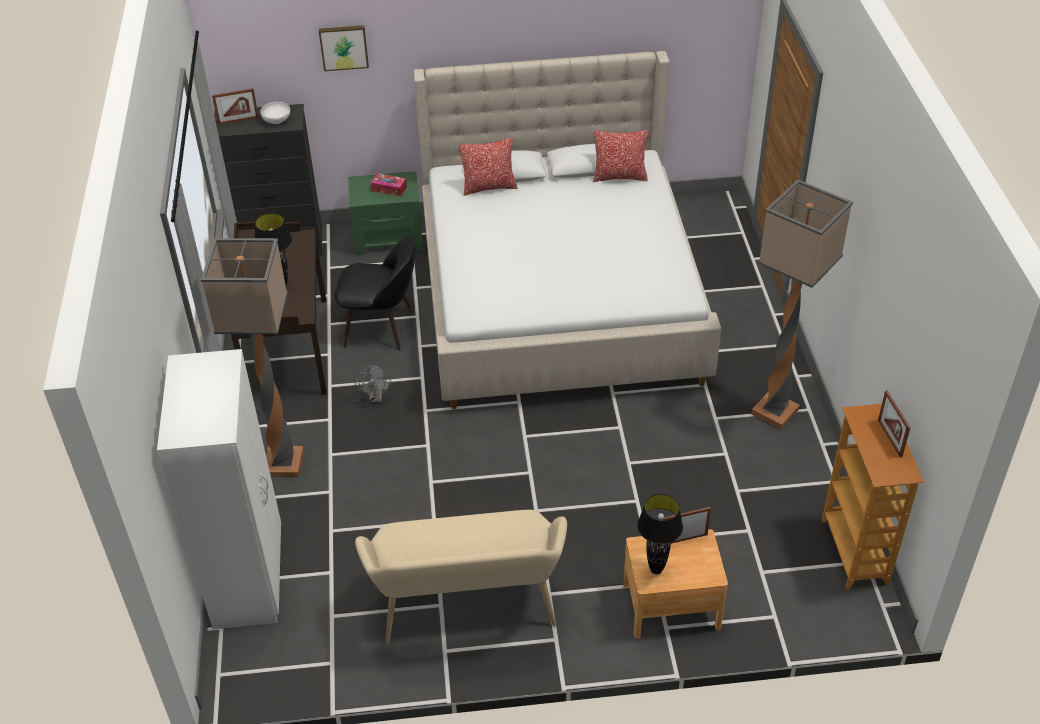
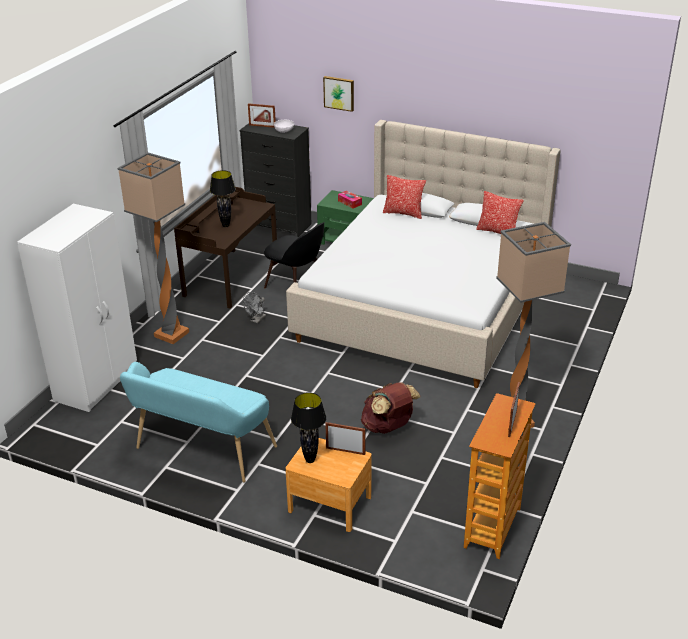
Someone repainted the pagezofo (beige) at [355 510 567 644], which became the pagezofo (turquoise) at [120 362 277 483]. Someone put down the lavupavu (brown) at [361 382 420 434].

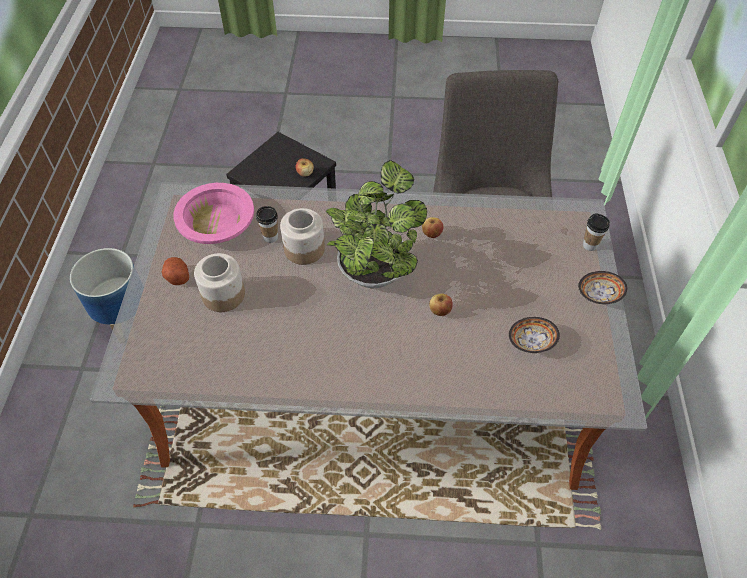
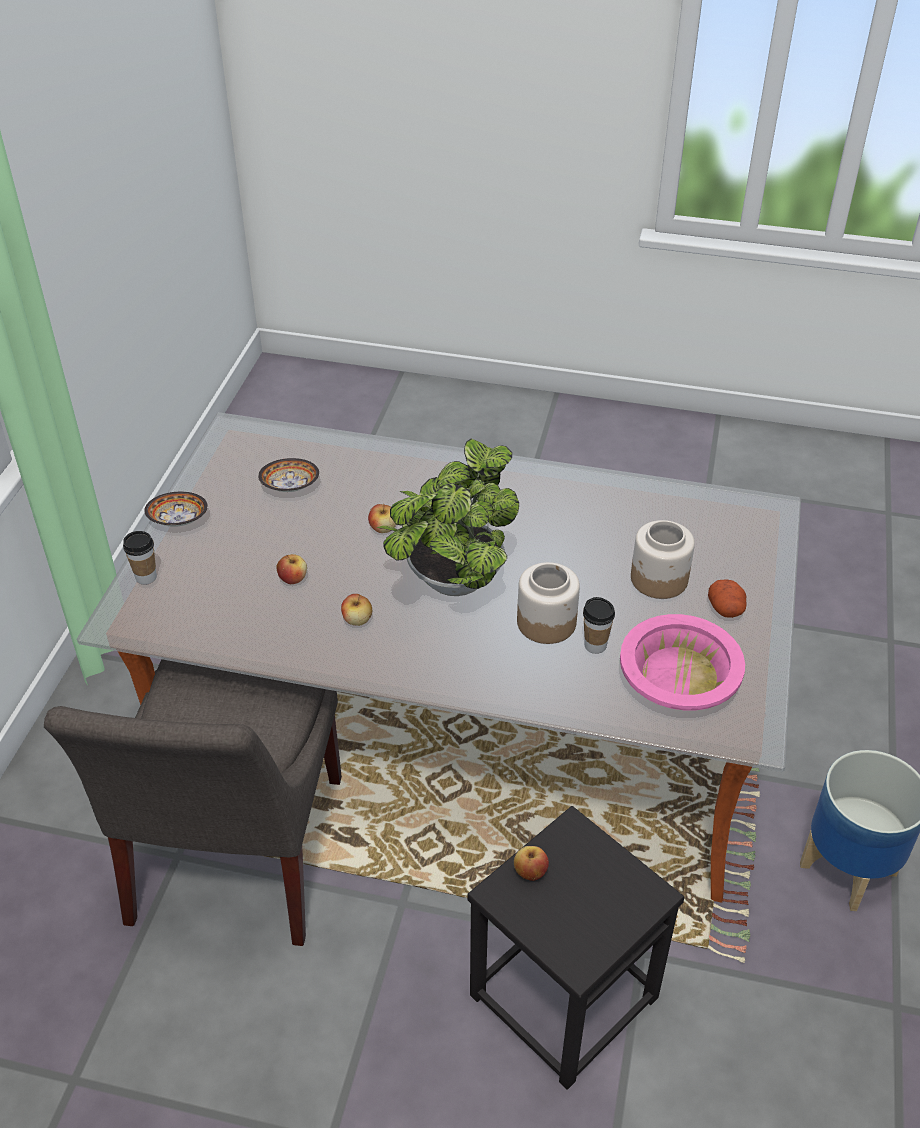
Someone put down the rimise at [276 554 307 584].

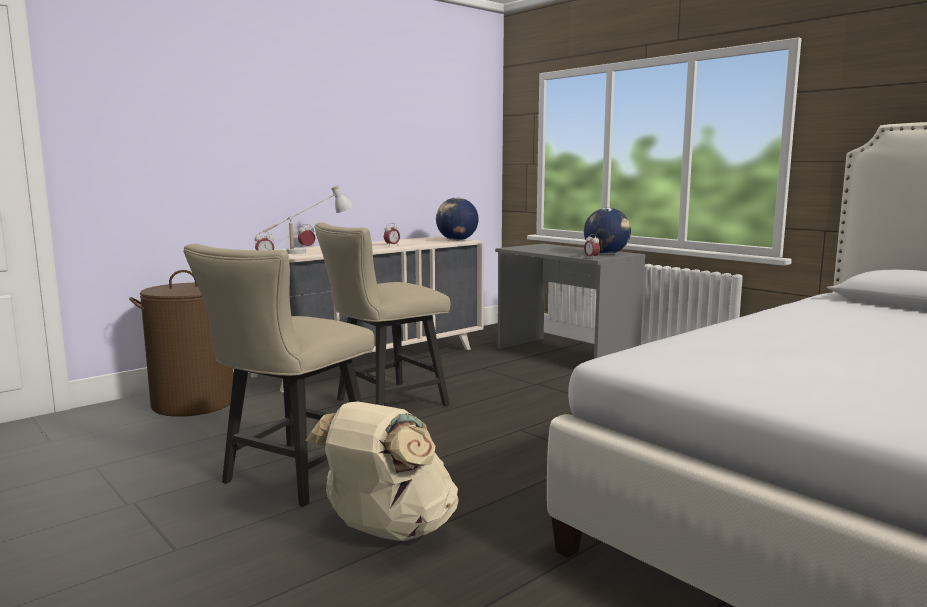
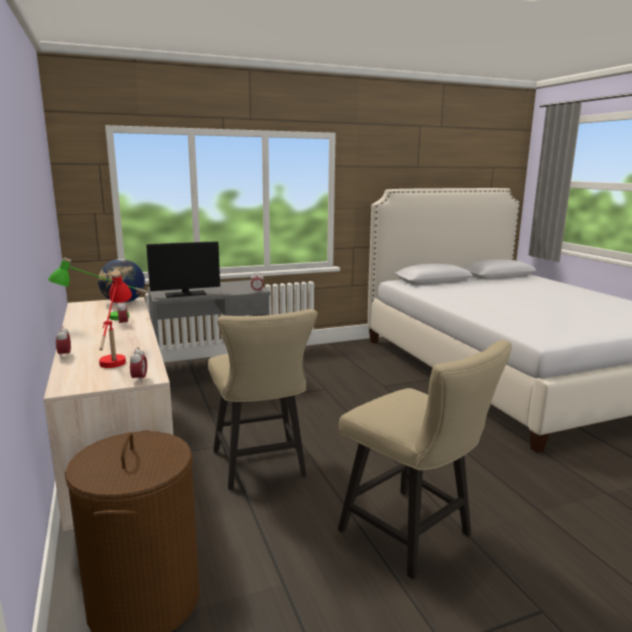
Someone repainted the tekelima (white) at [263 185 353 254], which became the tekelima (red) at [99 270 132 368]. Someone took away the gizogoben at [584 208 631 254]. Someone took away the lavupavu (beige) at [305 402 459 541]. Someone put down the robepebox at [146 242 220 298]. Someone put down the tekelima (green) at [48 257 148 320].

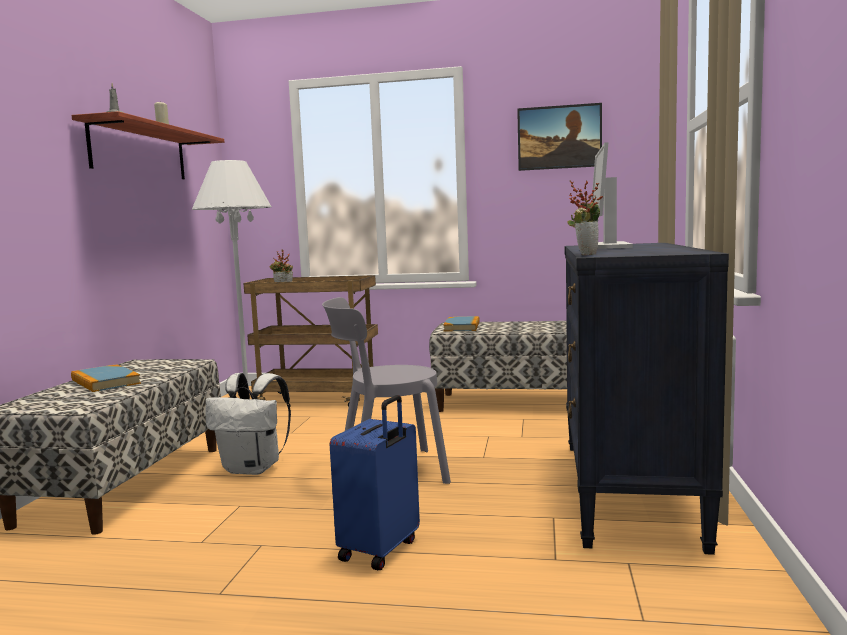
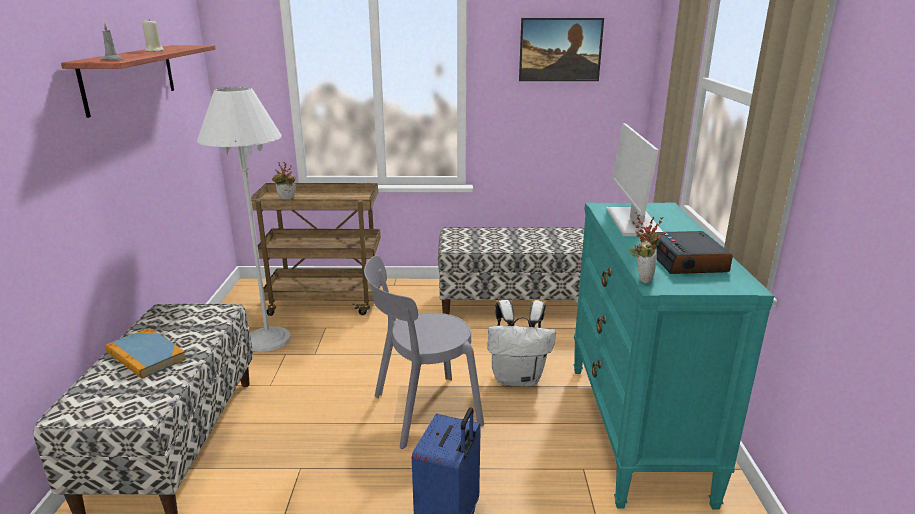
Someone repainted the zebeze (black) at [564 243 729 555], which became the zebeze (turquoise) at [573 202 774 510]. Someone took away the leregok at [443 316 480 332]. Someone carried the lavupavu (white) from [205 373 291 475] to [488 300 556 387]. Someone put down the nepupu at [656 231 733 274].

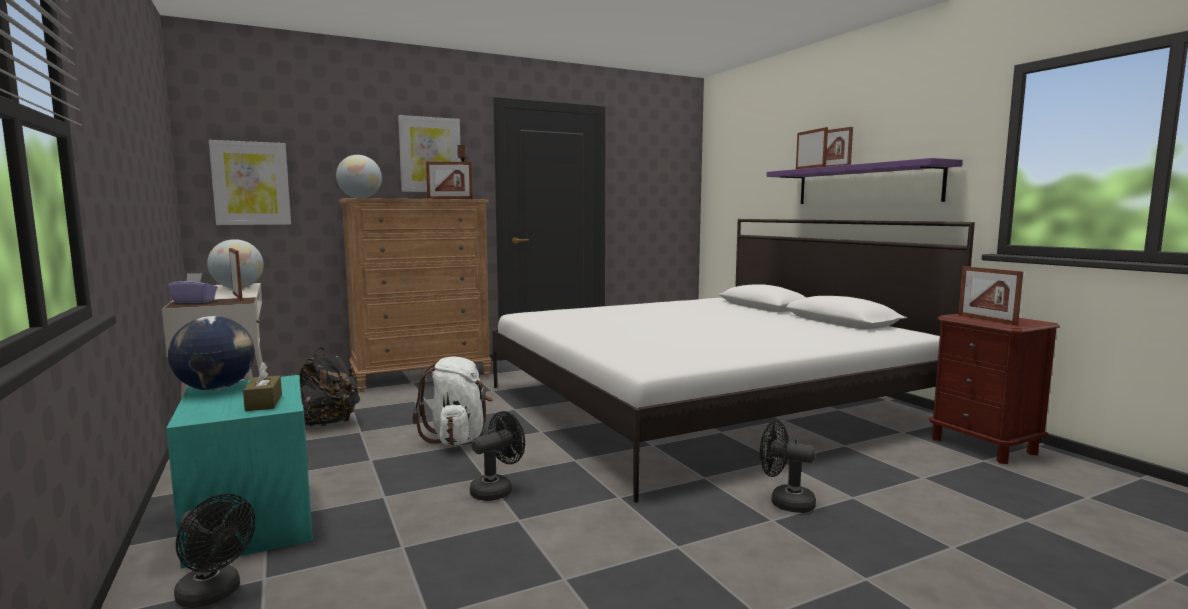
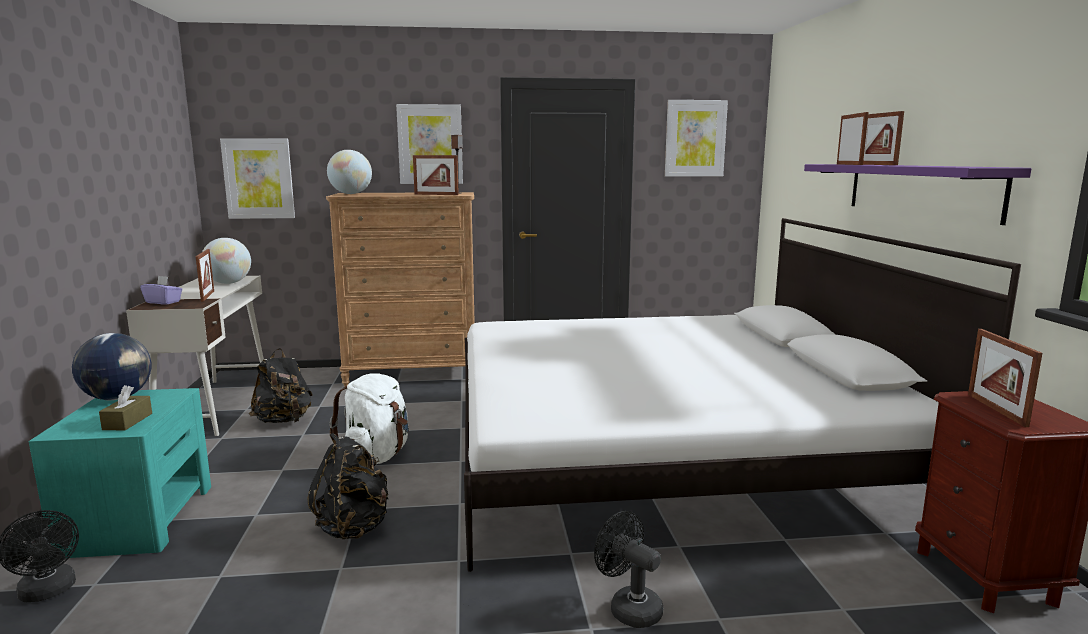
Someone swapped the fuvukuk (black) at [470 411 525 501] for the lavupavu (black) at [307 433 388 539]. Someone put up the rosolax at [665 100 728 177].

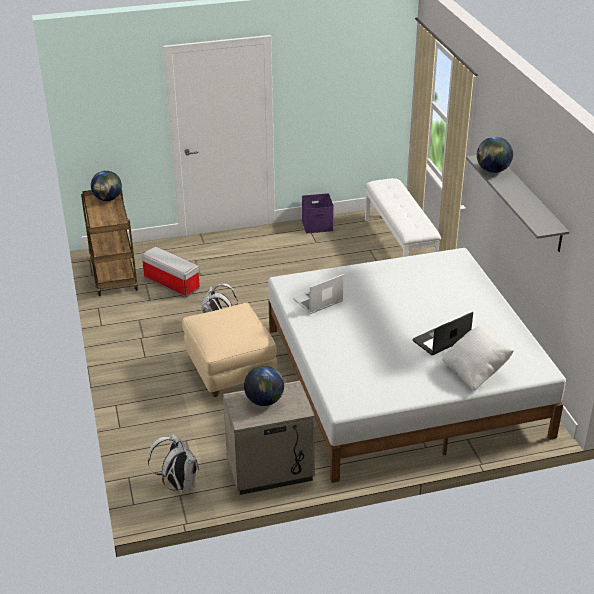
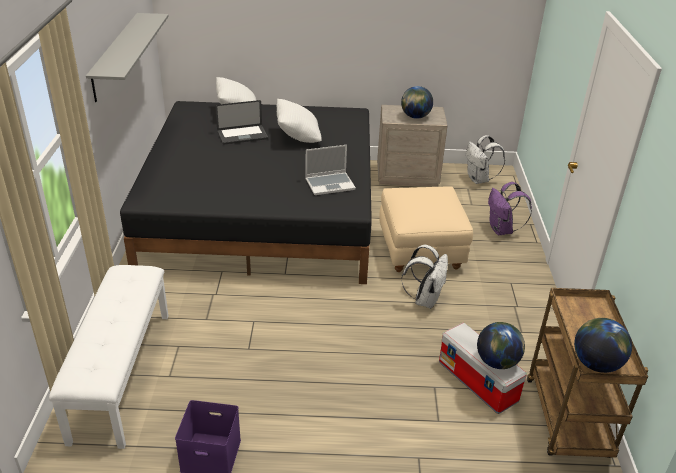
Someone carried the gizogoben from [477 137 513 173] to [477 322 525 369]. Someone repainted the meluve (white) at [268 248 566 483], which became the meluve (black) at [120 101 372 284]. Someone put down the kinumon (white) at [277 99 322 143]. Someone put down the lavupavu (purple) at [488 182 532 235].

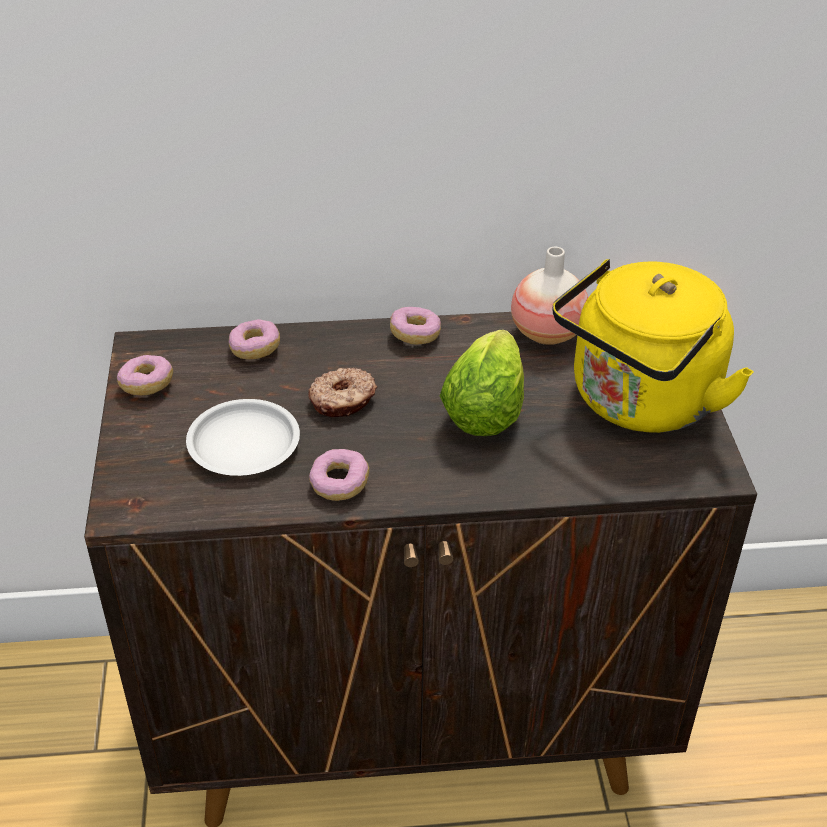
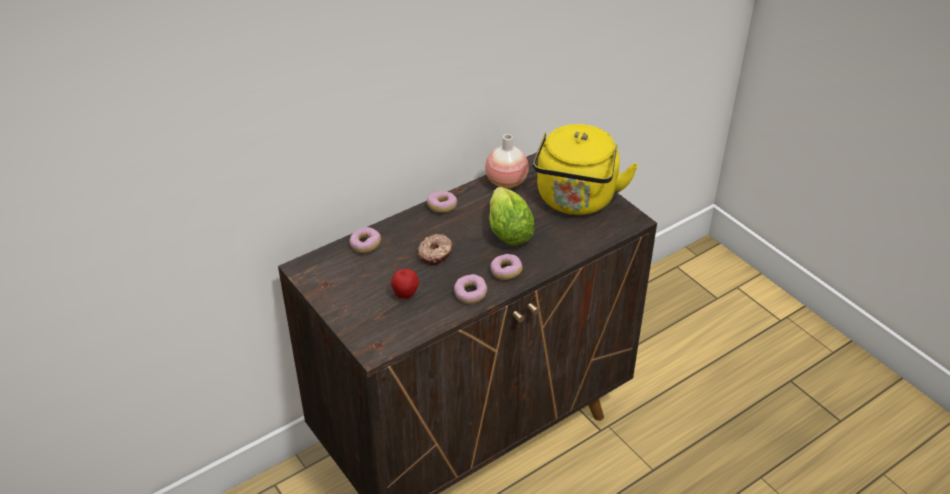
Someone carried the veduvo from [117 355 173 395] to [490 254 523 280]. Someone swapped the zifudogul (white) at [186 399 300 476] for the rimise at [391 269 419 299].

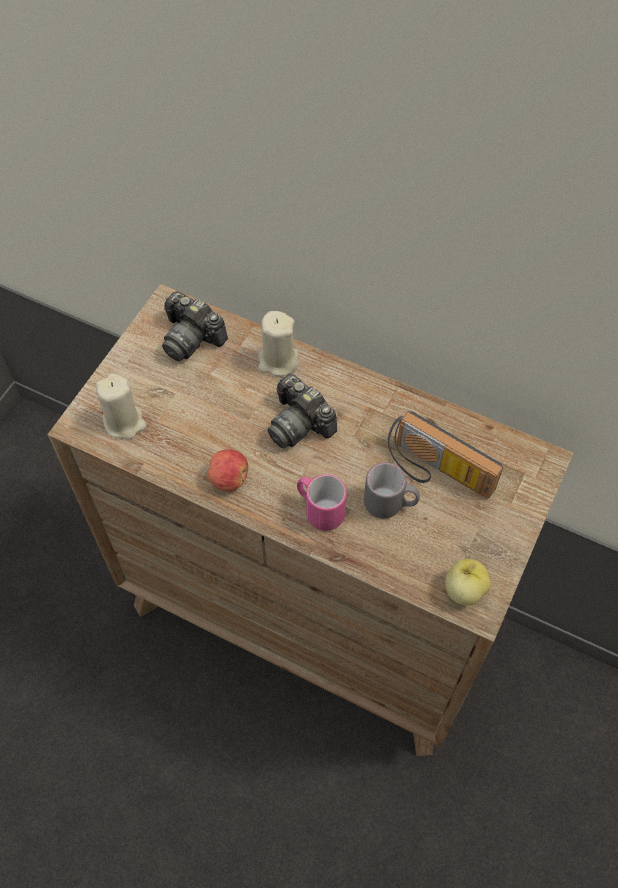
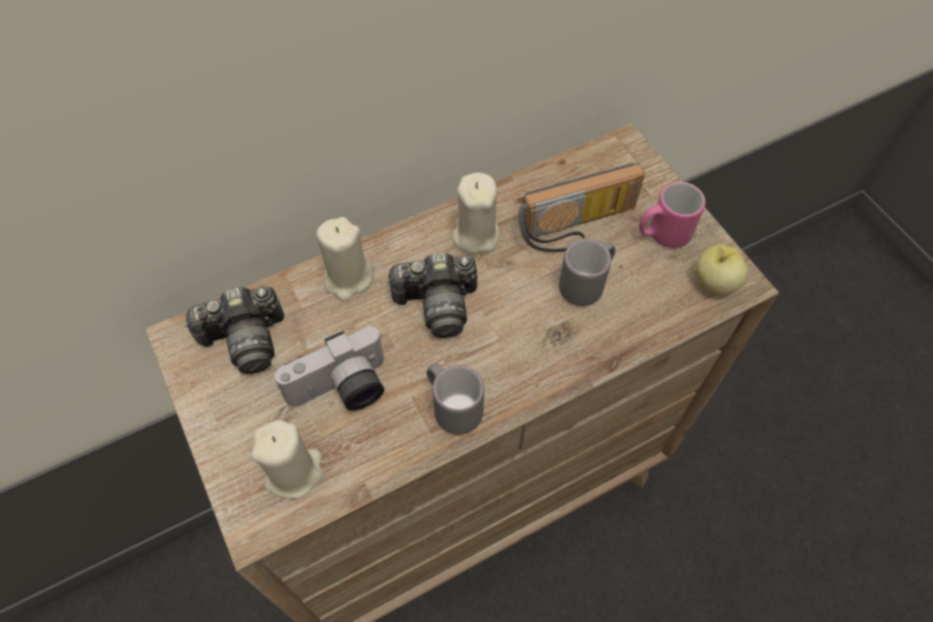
Someone swapped the rimise at [207 449 248 491] for the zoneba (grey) at [427 364 484 434]. Someone carried the zoneba (pink) from [297 474 347 531] to [639 182 705 248]. Someone put down the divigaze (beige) at [452 173 499 254]. Someone put down the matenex at [274 326 384 411].

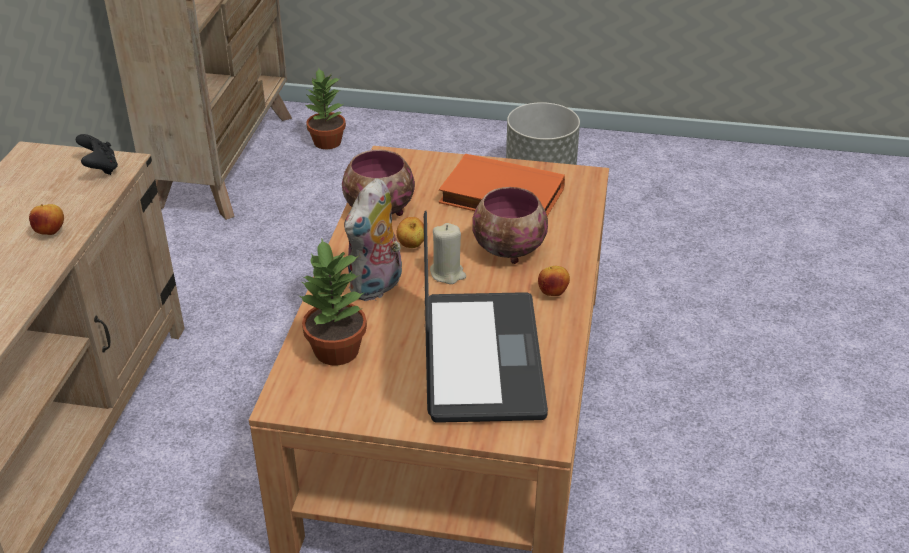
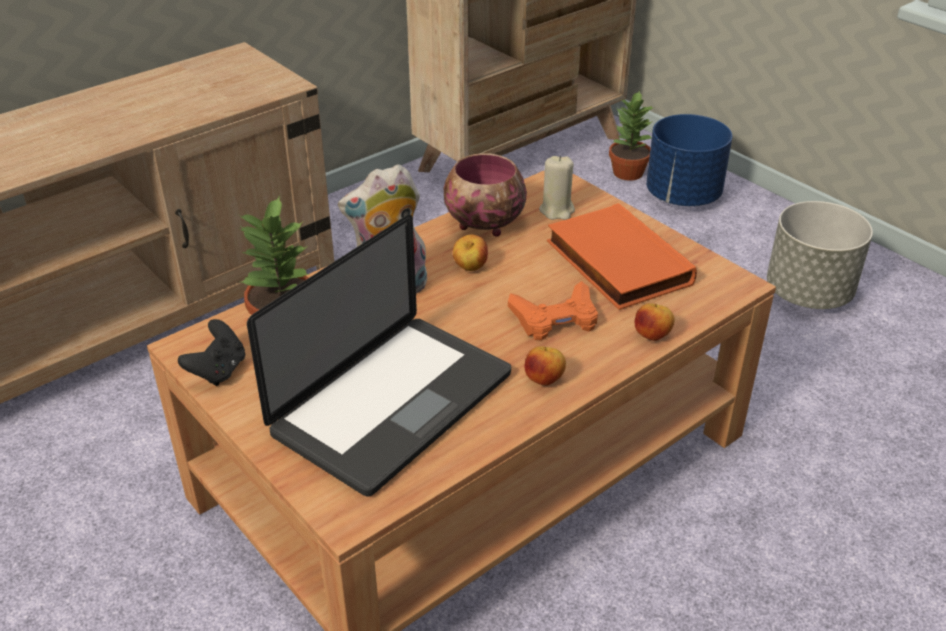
Someone carried the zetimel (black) from [76 134 118 175] to [178 319 245 386]. Someone swapped the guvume at [472 187 548 264] for the zetimel (orange) at [508 281 598 340]. Someone carried the rimise from [29 204 64 235] to [635 303 674 341]. Someone carried the divigaze (beige) from [430 223 466 284] to [539 156 575 220]. Someone put down the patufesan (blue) at [646 114 732 206].

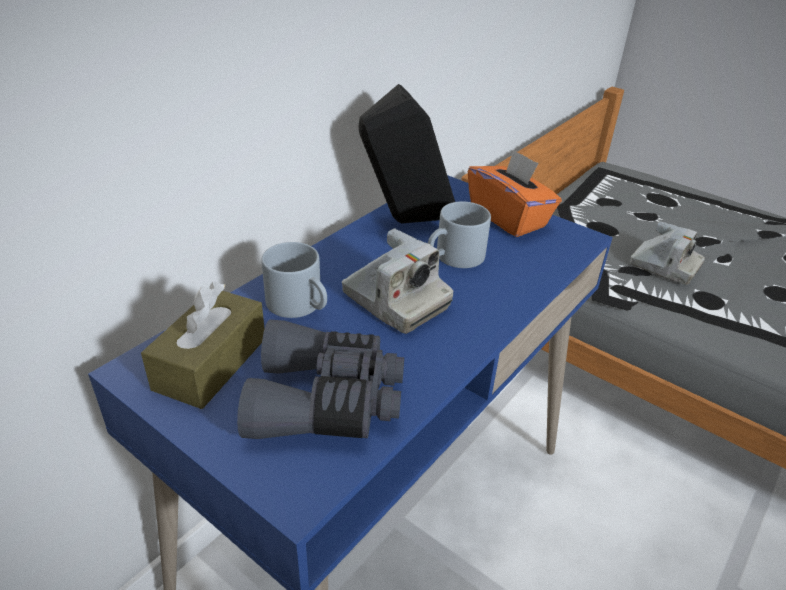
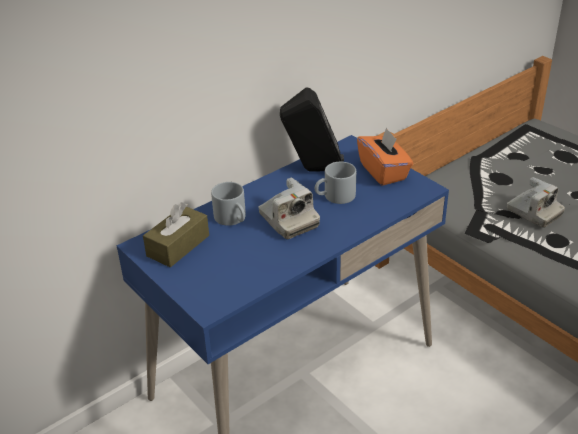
Someone took away the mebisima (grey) at [237 319 404 439].

